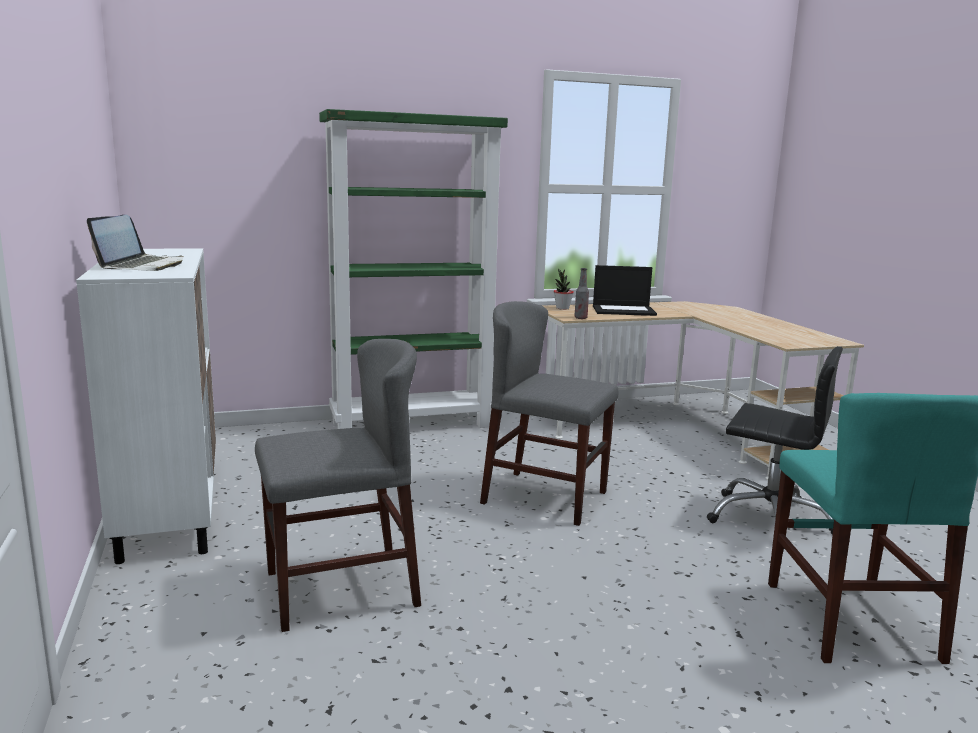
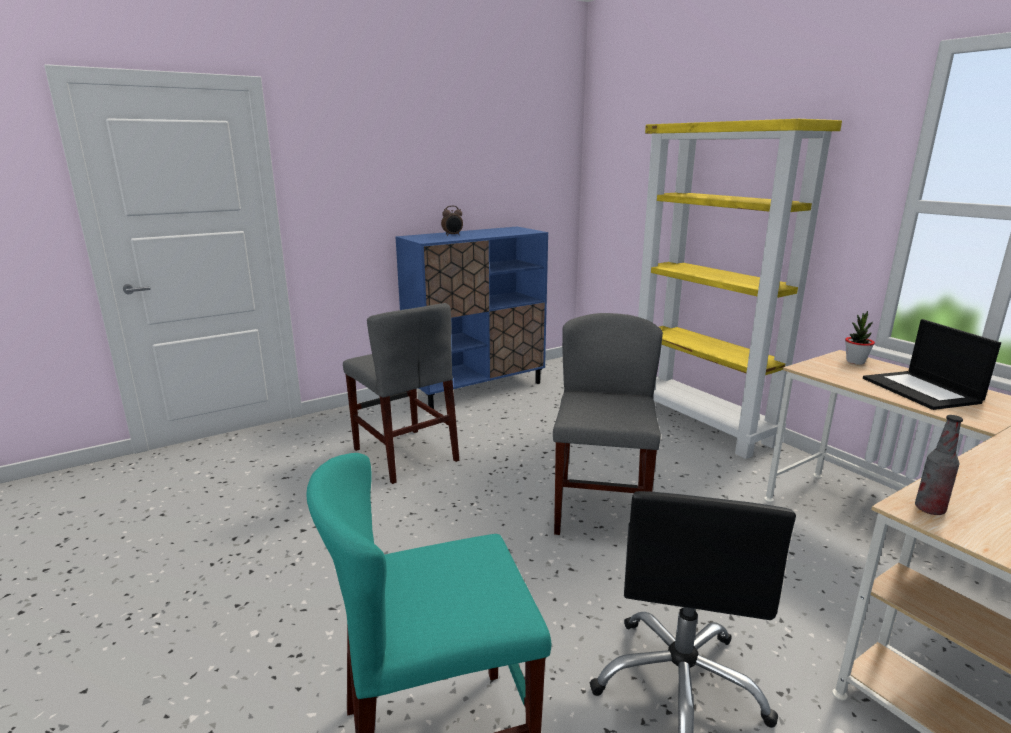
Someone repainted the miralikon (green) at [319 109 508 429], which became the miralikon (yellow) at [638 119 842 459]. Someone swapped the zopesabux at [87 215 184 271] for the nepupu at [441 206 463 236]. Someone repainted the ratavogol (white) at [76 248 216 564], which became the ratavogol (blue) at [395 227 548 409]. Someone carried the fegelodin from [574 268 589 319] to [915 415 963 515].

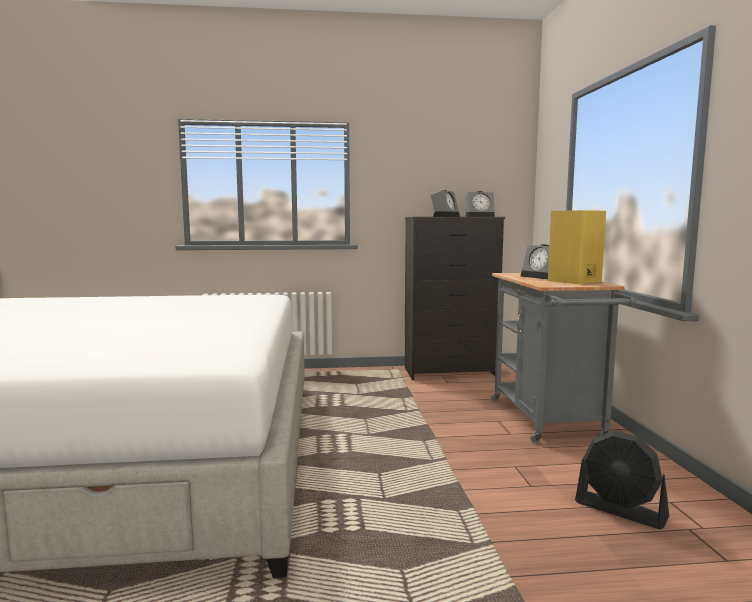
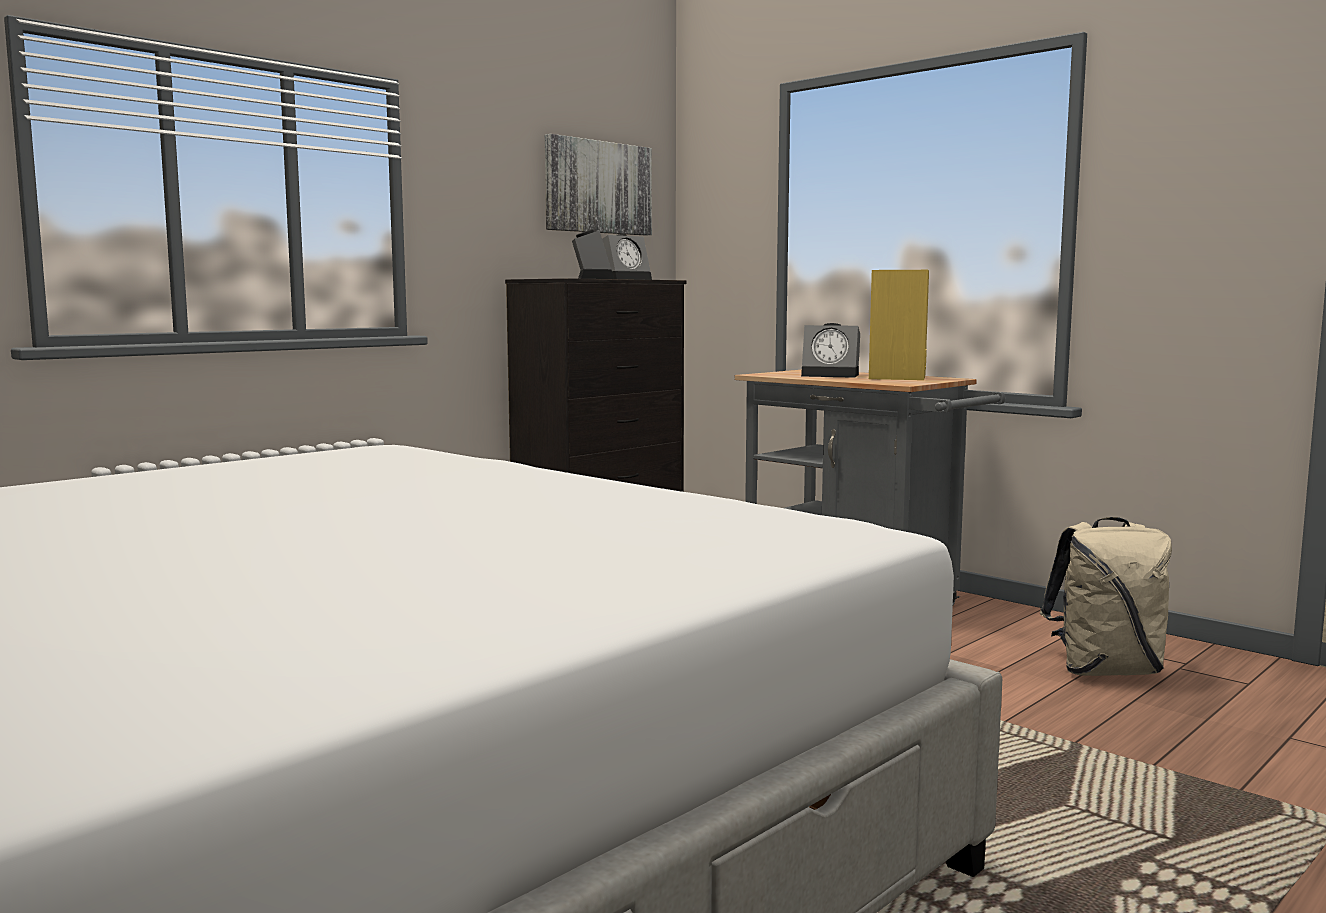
Someone swapped the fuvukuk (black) at [575 431 669 529] for the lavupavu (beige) at [1040 517 1172 676]. Someone put up the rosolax at [545 134 652 236].

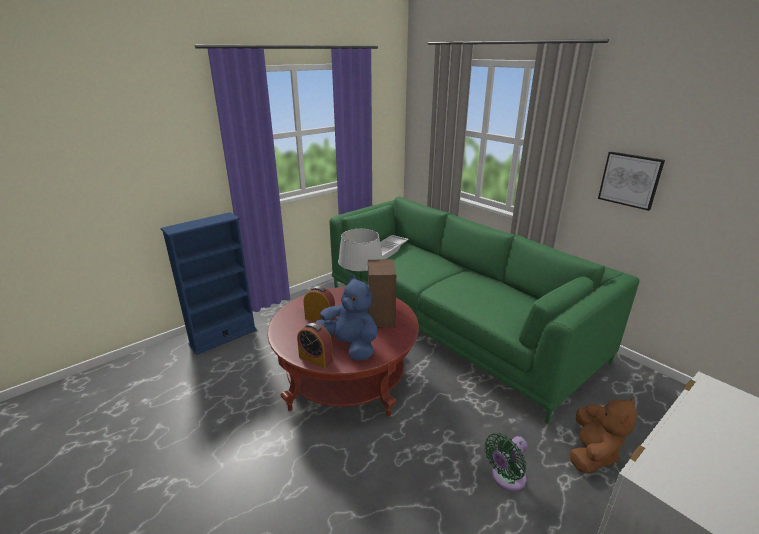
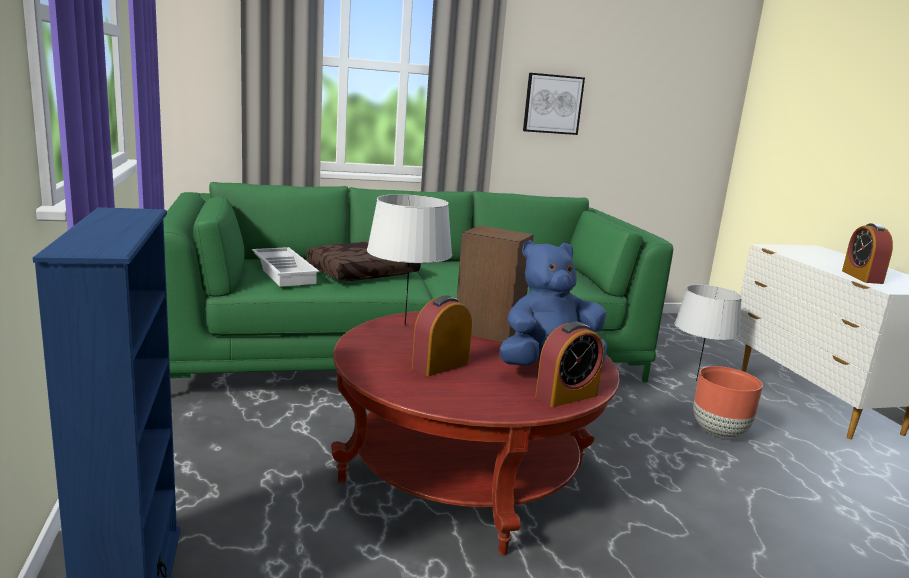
Someone swapped the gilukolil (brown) at [569 398 637 473] for the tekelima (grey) at [674 285 742 381]. Someone swapped the fuvukuk (green) at [484 433 528 491] for the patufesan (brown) at [693 366 763 438]. Someone put down the nepupu at [842 223 893 284]. Someone put down the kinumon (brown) at [307 241 421 281].

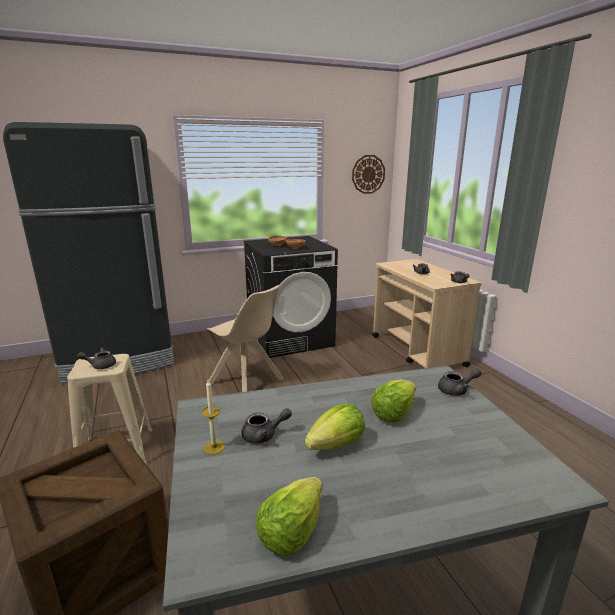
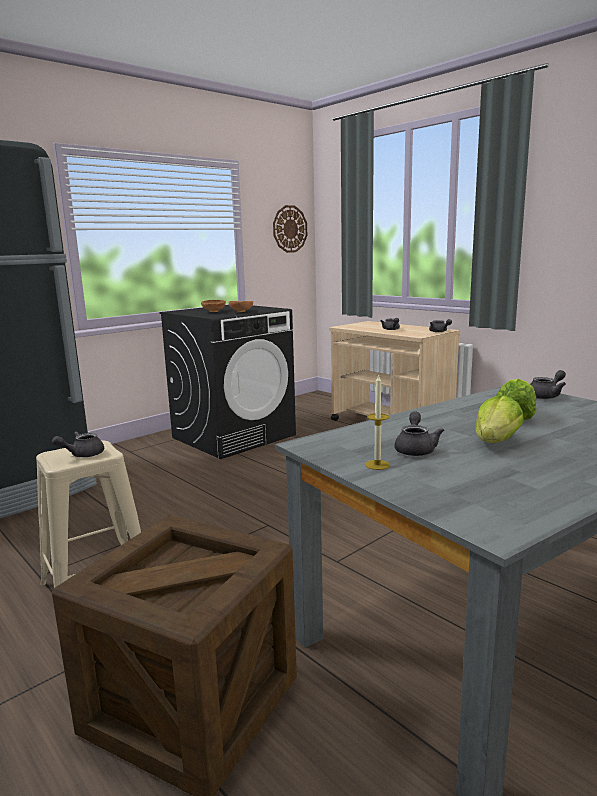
Someone took away the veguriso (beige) at [207 285 284 392]. Someone rotated the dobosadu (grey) at [241 408 292 444] by 45 degrees counterclockwise. Someone took away the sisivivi at [255 477 322 556].

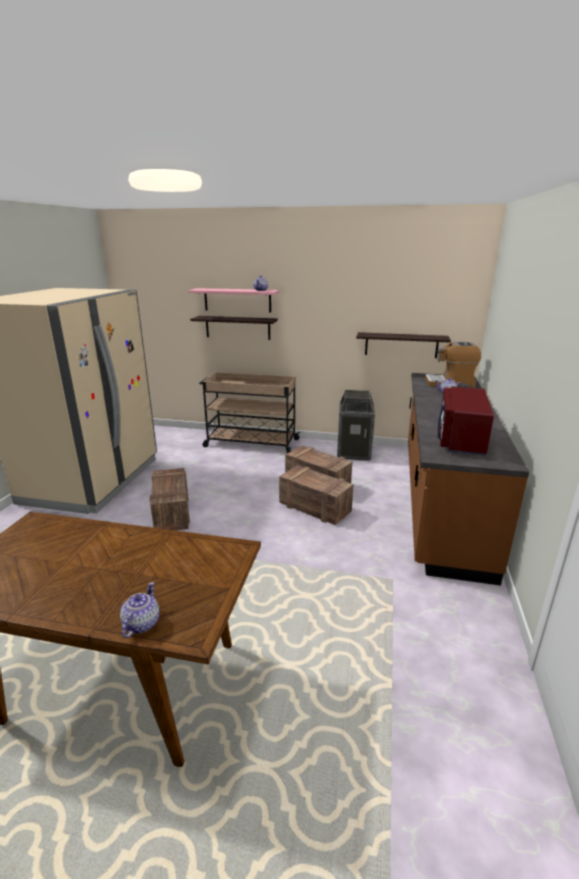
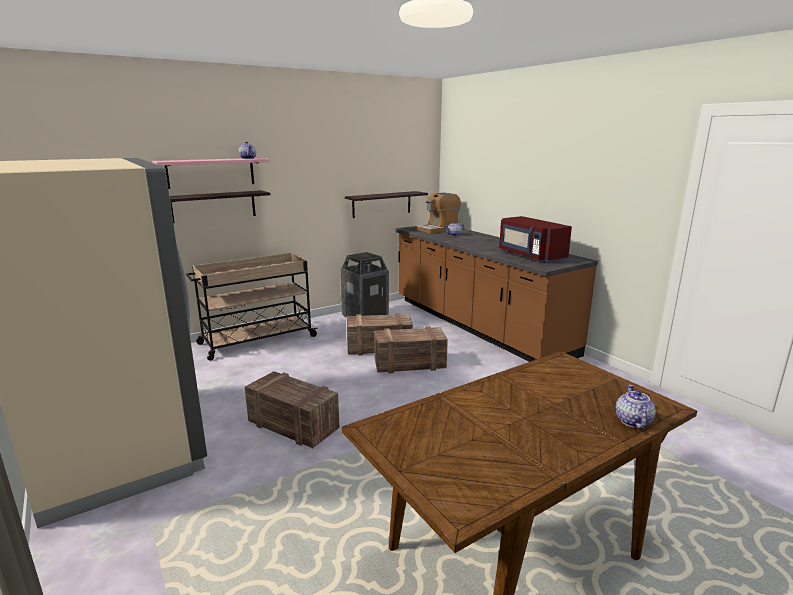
Someone rotated the dobosadu at [120 582 160 638] by 45 degrees clockwise.

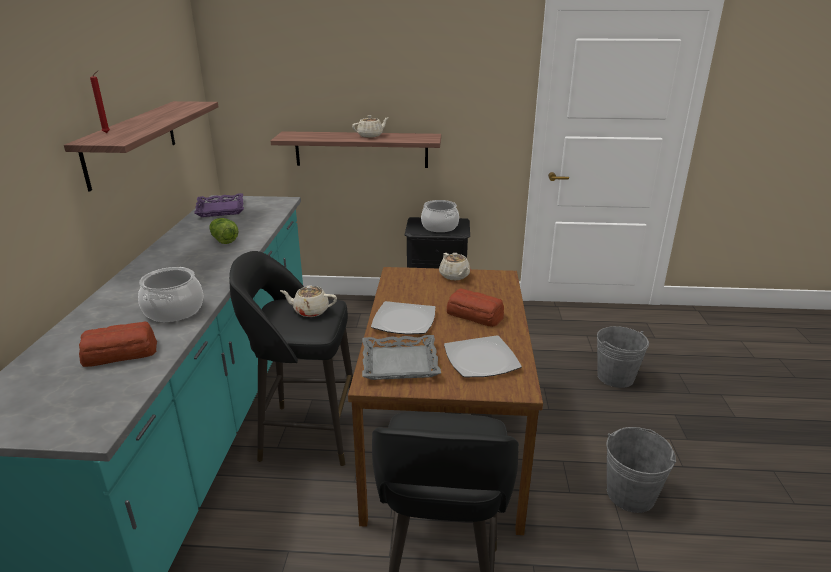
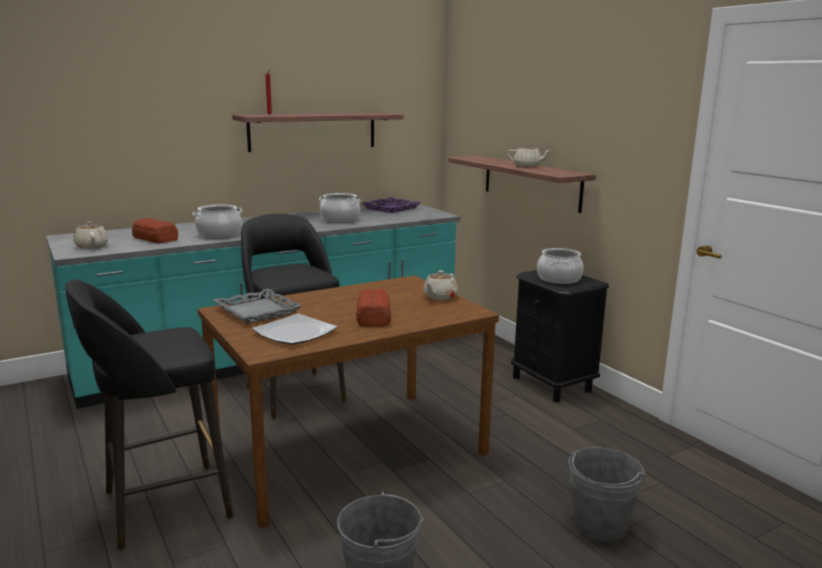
Someone swapped the sisivivi at [209 218 239 244] for the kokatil at [319 193 361 223]. Someone carried the dobosadu (beige) from [280 285 337 317] to [73 222 108 249]. Someone took away the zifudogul at [371 301 435 335].

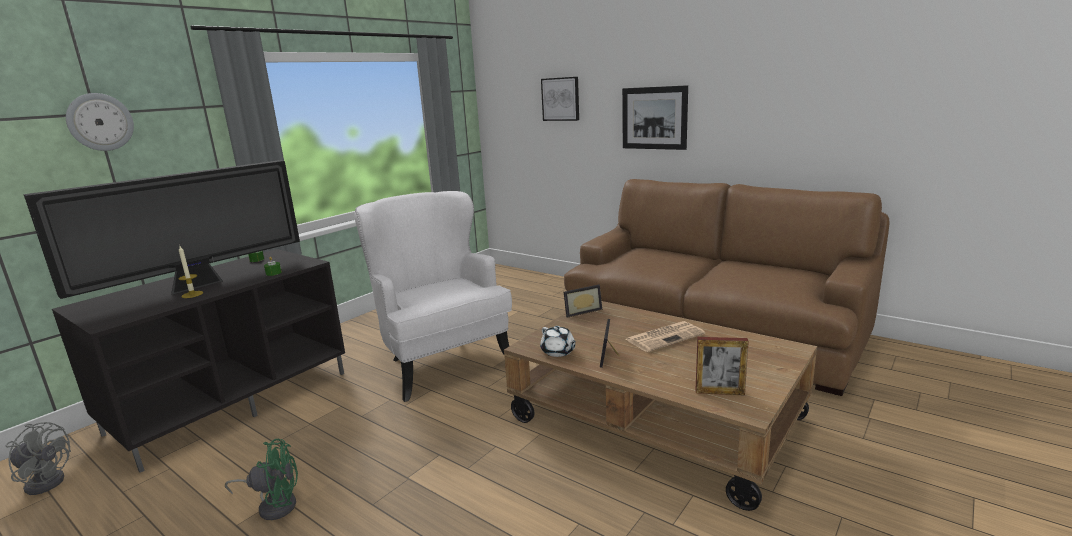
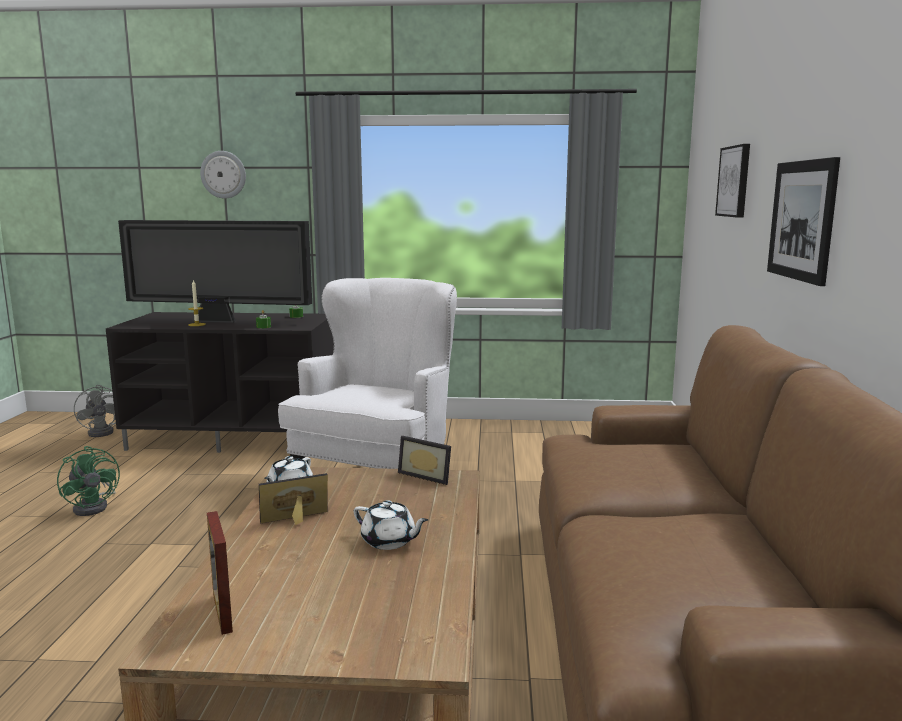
Someone swapped the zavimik at [626 321 705 352] for the dobosadu (white) at [354 500 428 550].

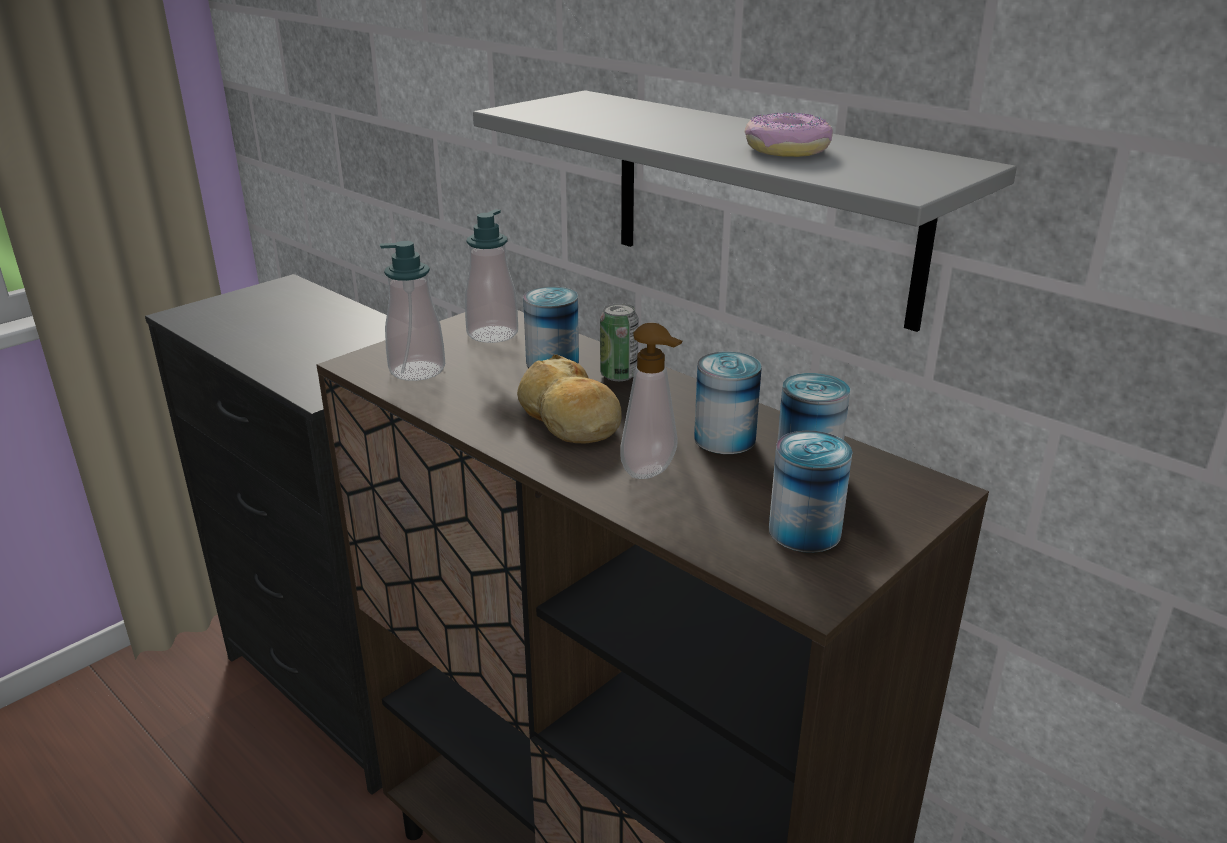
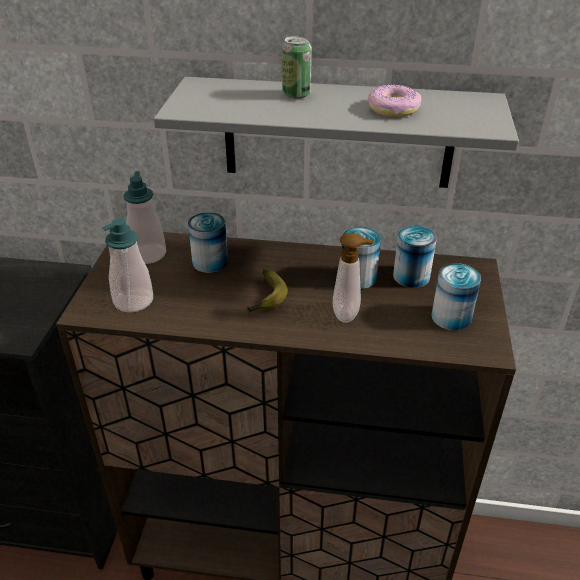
Someone carried the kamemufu from [600 303 639 381] to [282 36 312 99]. Someone swapped the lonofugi at [517 354 621 443] for the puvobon at [247 269 288 312].

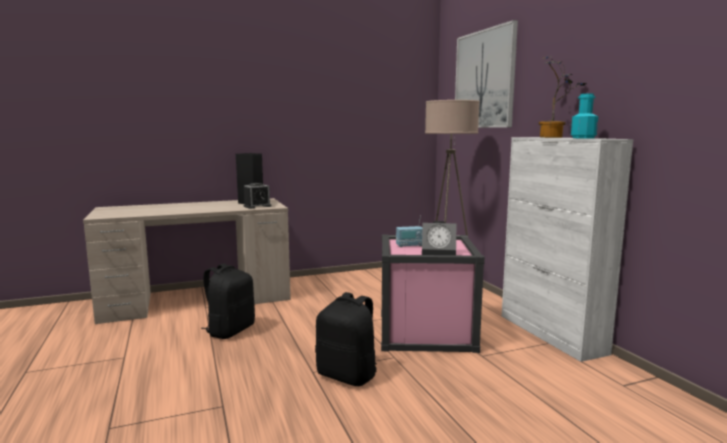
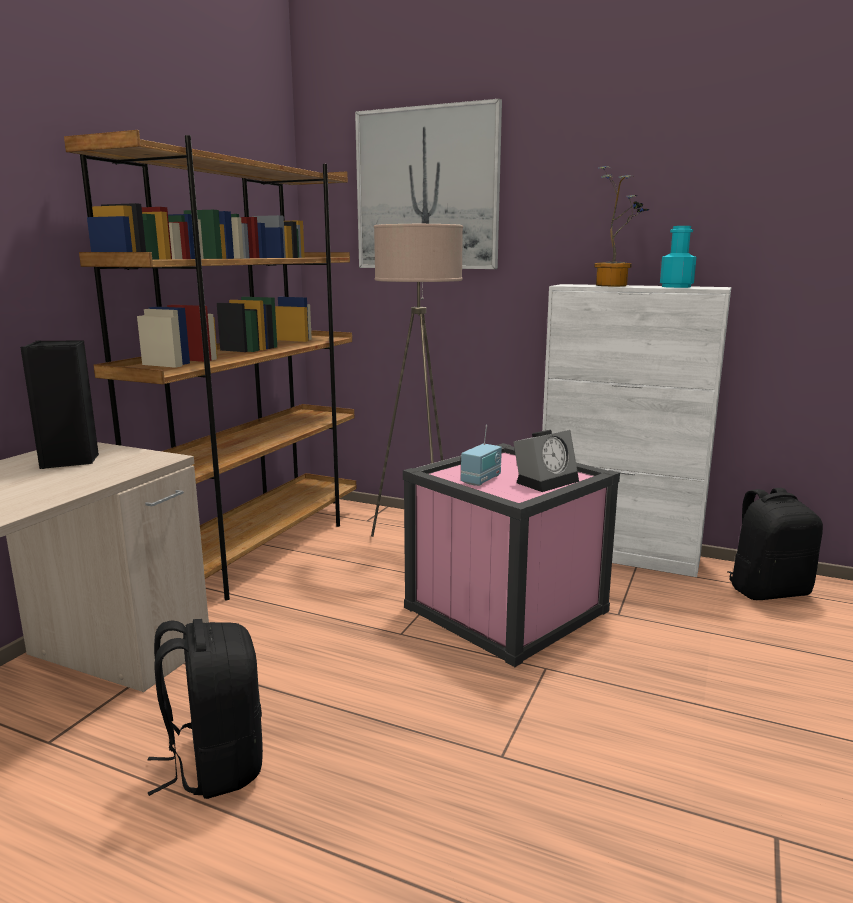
Someone took away the nepupu at [244 183 271 209]. Someone carried the lavupavu (black) from [315 292 377 386] to [727 488 823 600]. Someone put down the miralikon (brown) at [64 130 357 600].

